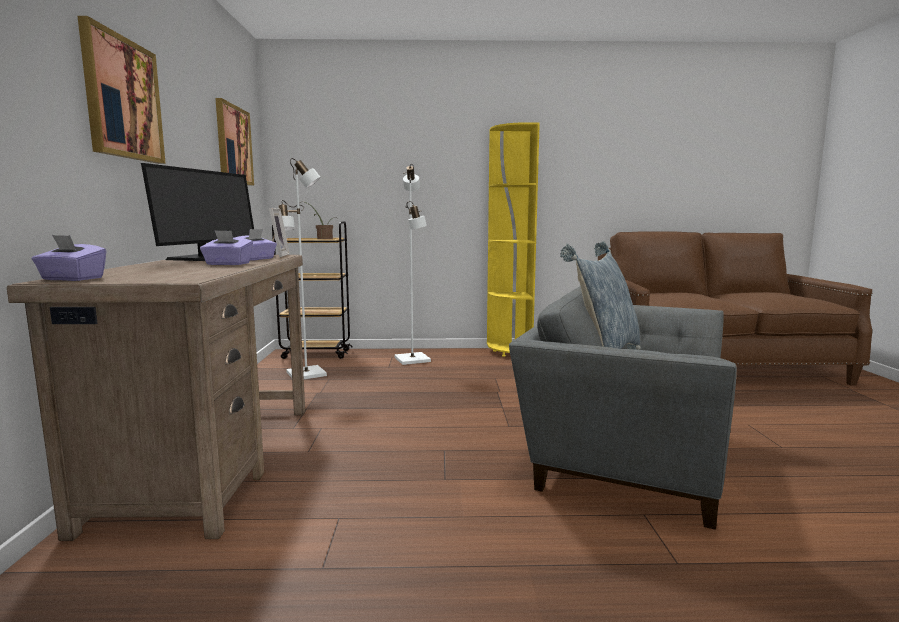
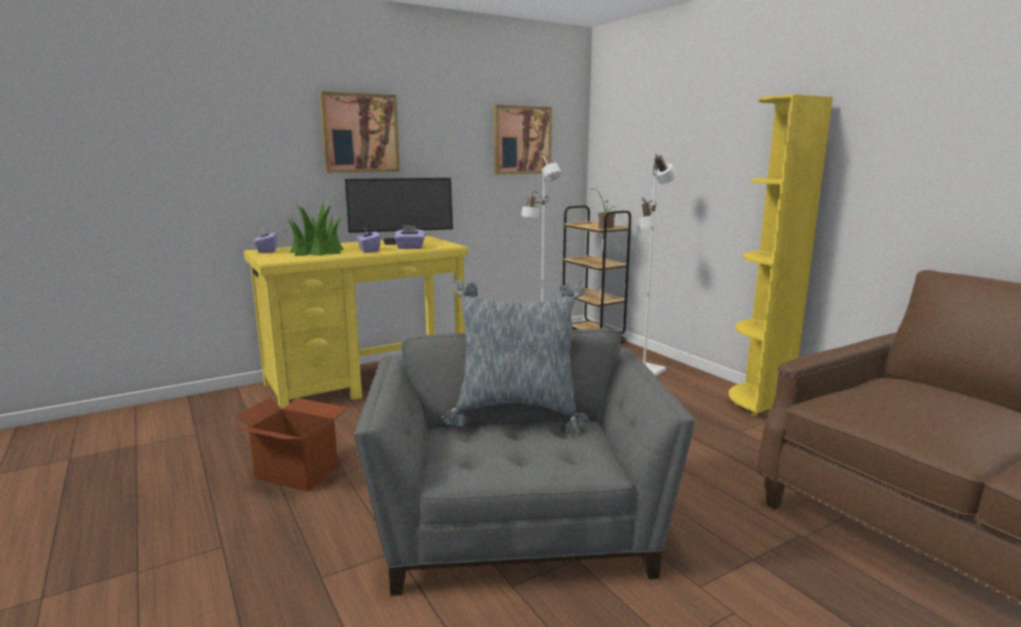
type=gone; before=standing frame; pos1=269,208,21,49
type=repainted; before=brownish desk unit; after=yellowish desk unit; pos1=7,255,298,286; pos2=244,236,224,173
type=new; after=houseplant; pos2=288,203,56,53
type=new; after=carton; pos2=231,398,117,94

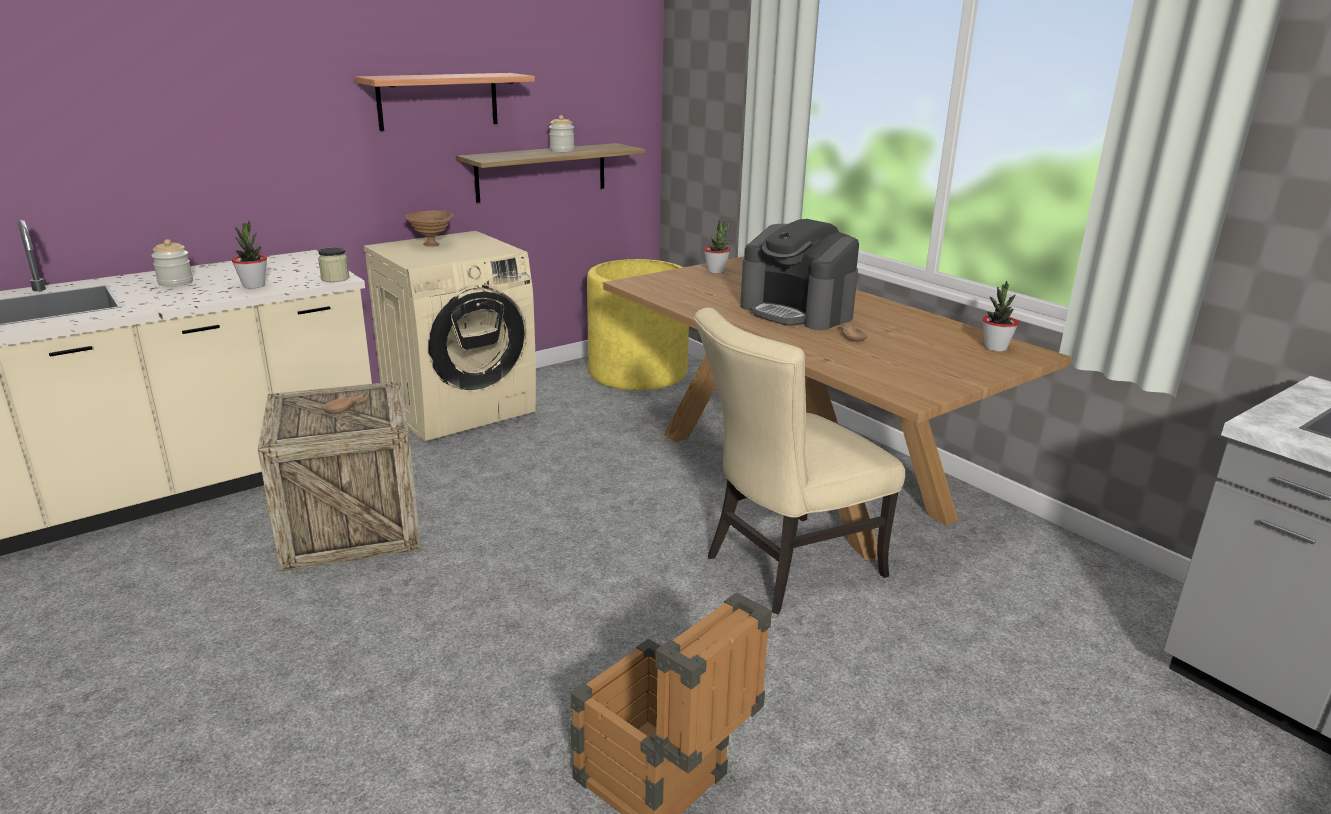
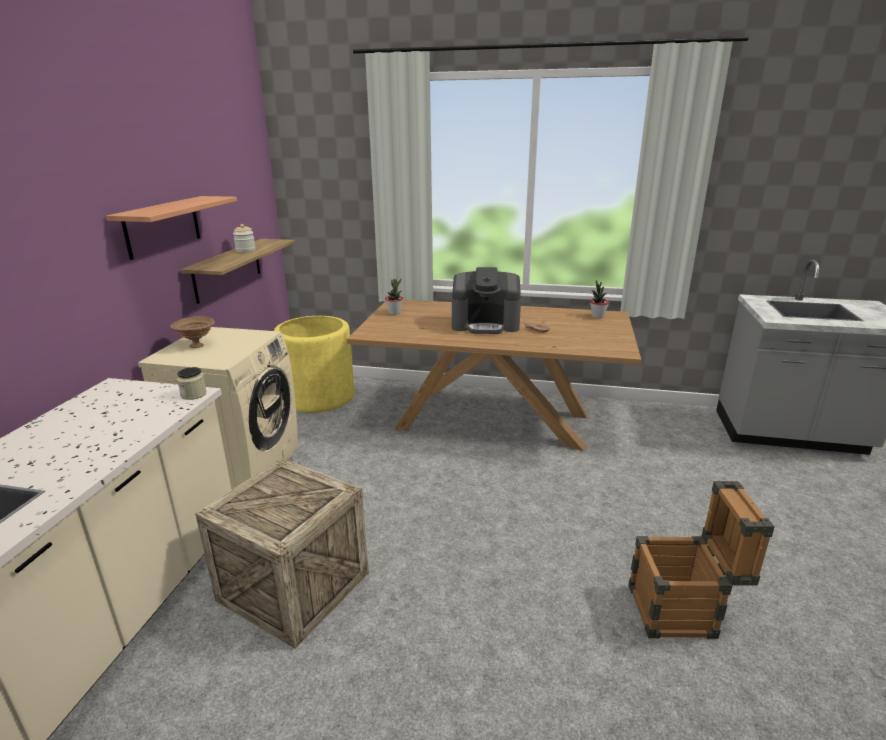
type=gone; before=houseplant; pos1=232,220,35,69
type=gone; before=storage jar; pos1=151,239,42,48
type=gone; before=sand-coloured upright chair; pos1=693,308,212,306
type=gone; before=brownish bowl; pos1=323,393,43,21

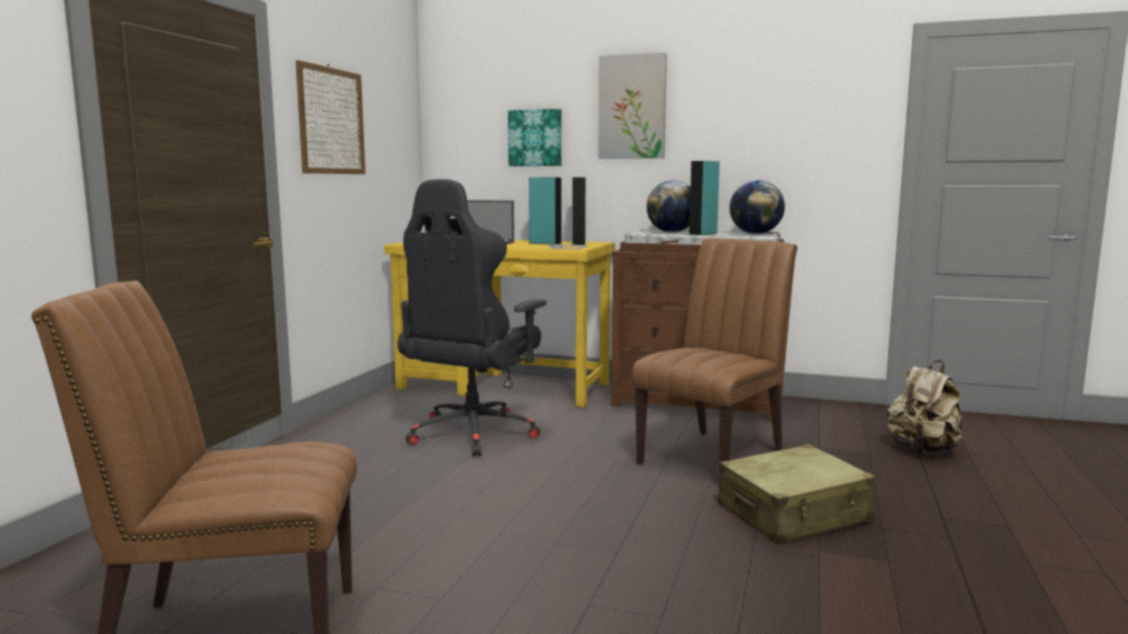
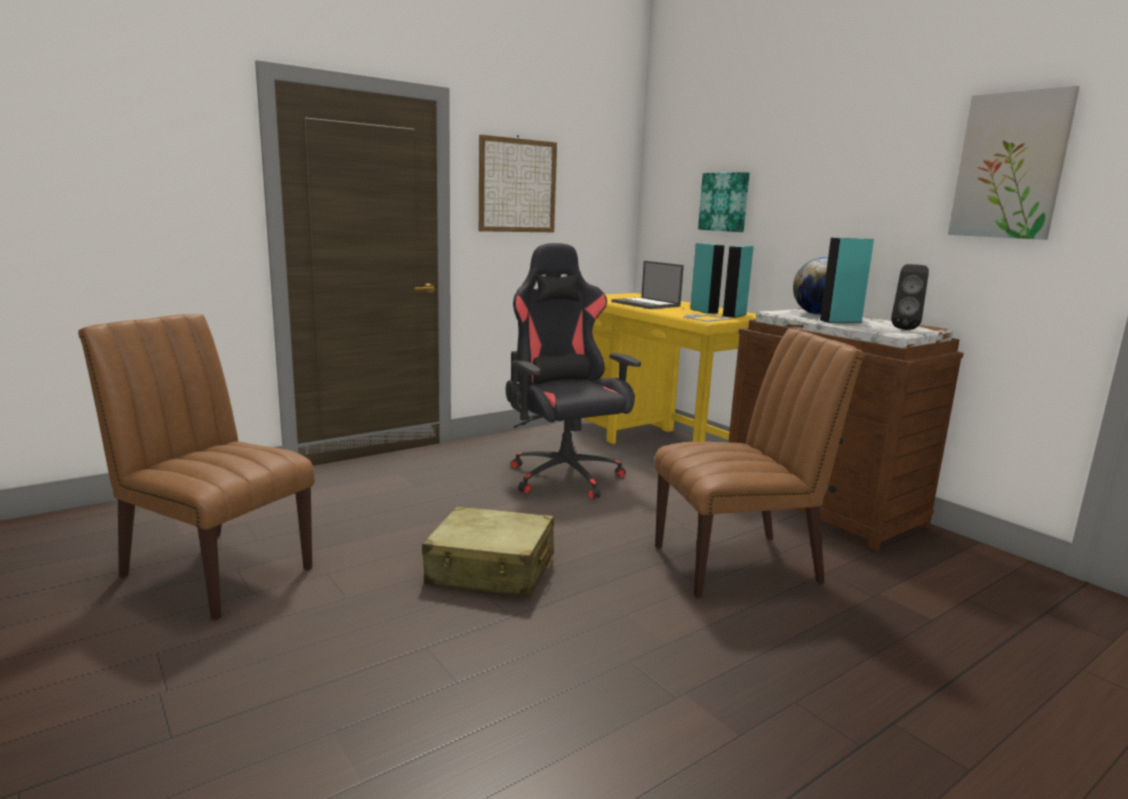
type=shifted; before=picture; pos1=598,52,69,107; pos2=948,86,132,154
type=rotated; before=black-coloured desk chair; pos1=398,179,149,278; pos2=506,243,135,256; turn=90
type=swapped; before=world globe; after=black-coloured speaker; pos1=730,180,55,54; pos2=891,264,38,66
type=gone; before=sand-coloured knapsack; pos1=887,360,75,94
type=shifted; before=sand-coloured piece of luggage; pos1=718,444,158,101; pos2=422,506,132,91

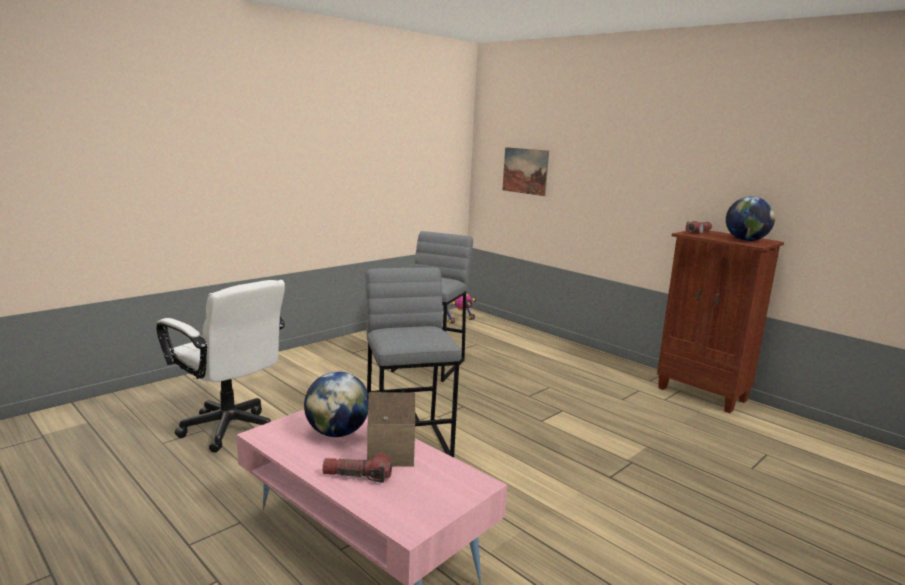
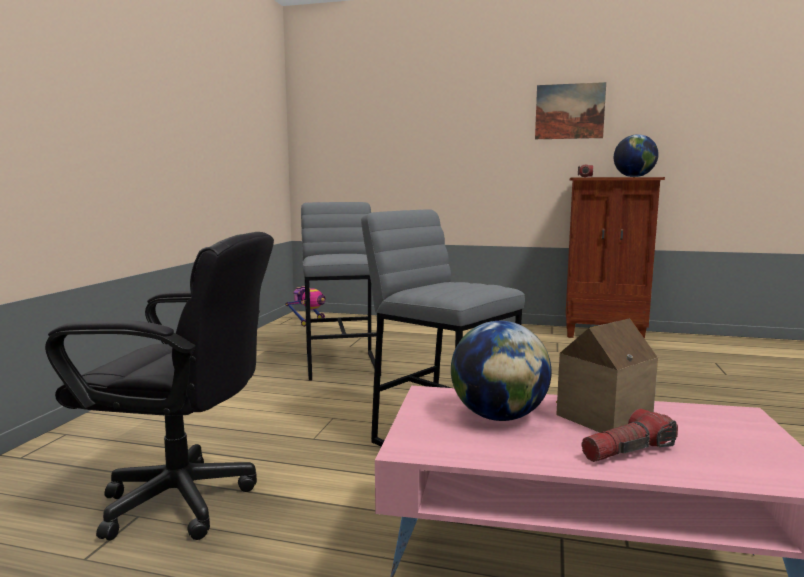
type=shifted; before=picture; pos1=502,147,47,49; pos2=535,82,71,57
type=repainted; before=white-coloured desk chair; after=black-coloured desk chair; pos1=156,280,129,173; pos2=45,232,229,309

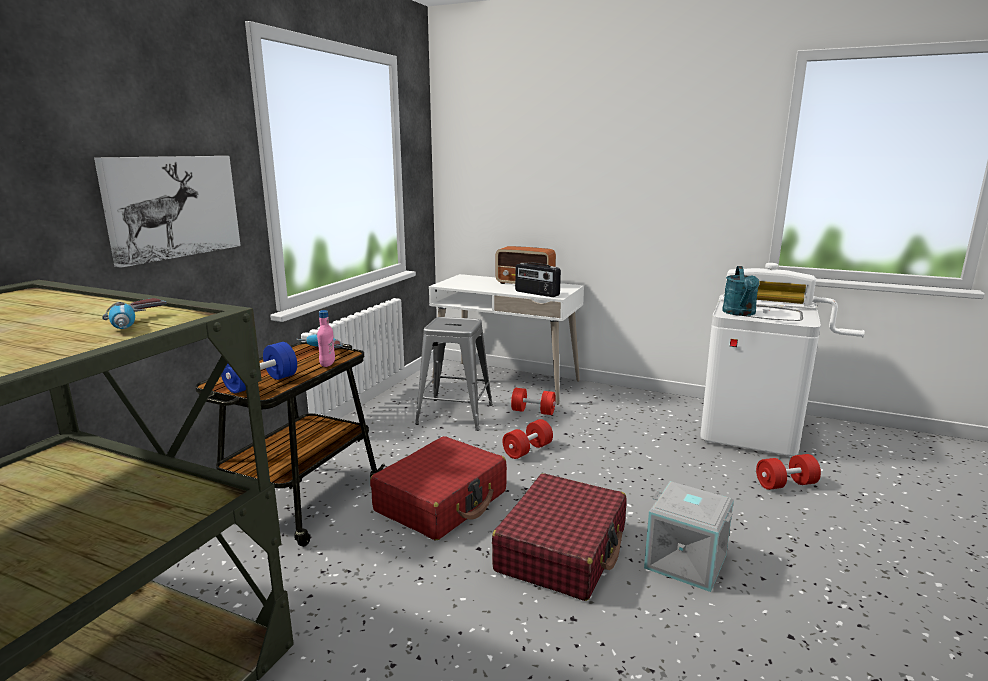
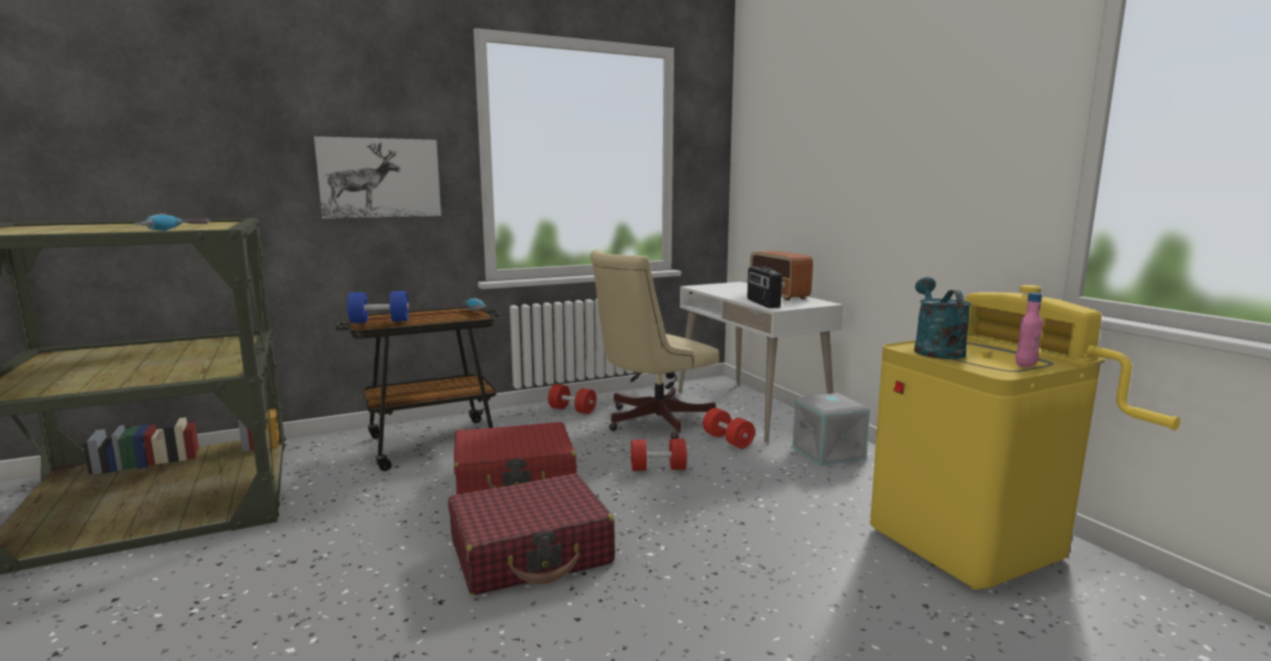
type=repainted; before=white-coloured washing machine; after=yellowish washing machine; pos1=700,263,165,195; pos2=870,285,310,305
type=rotated; before=turquoise sprinkling can; pos1=722,266,38,50; pos2=914,277,58,82; turn=135
type=shifted; before=pinkish beverage bottle; pos1=317,310,18,57; pos2=1015,293,28,75
type=swapped; before=greyish sitting stool; after=sand-coloured desk chair; pos1=415,317,78,114; pos2=590,250,129,189
type=shifted; before=red-coloured dumbbell; pos1=756,454,65,36; pos2=548,384,49,30
type=shifted; before=greyish storage bin; pos1=644,481,90,111; pos2=792,393,78,73

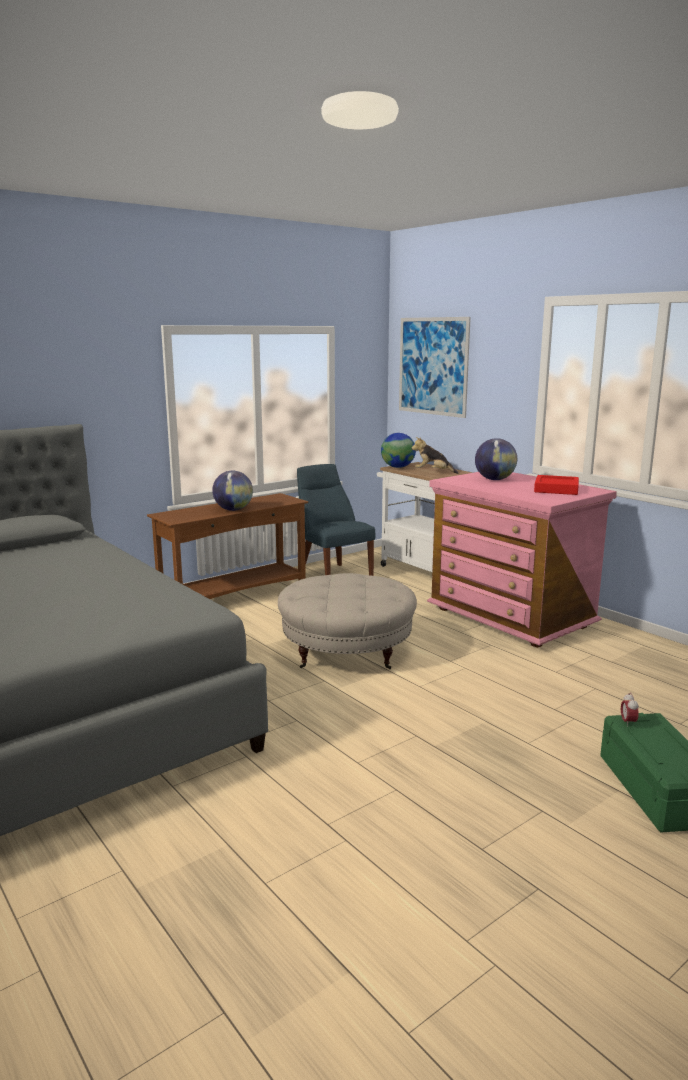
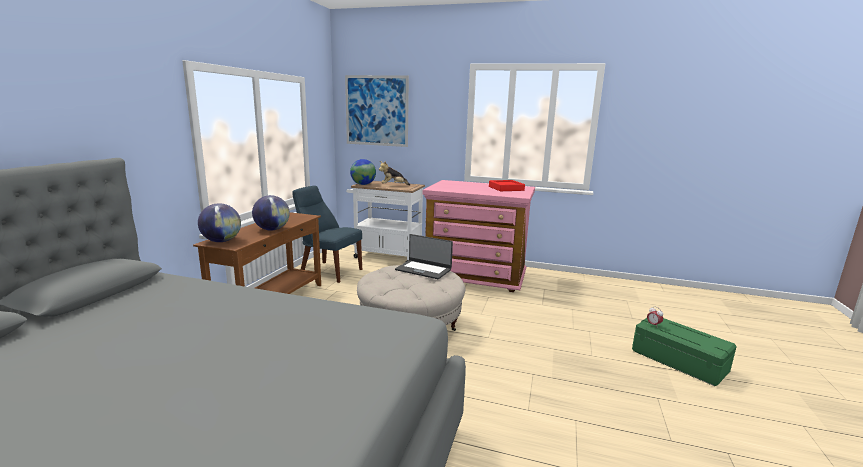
type=shifted; before=world globe; pos1=475,438,42,42; pos2=198,203,43,39
type=new; after=laptop; pos2=395,234,58,45

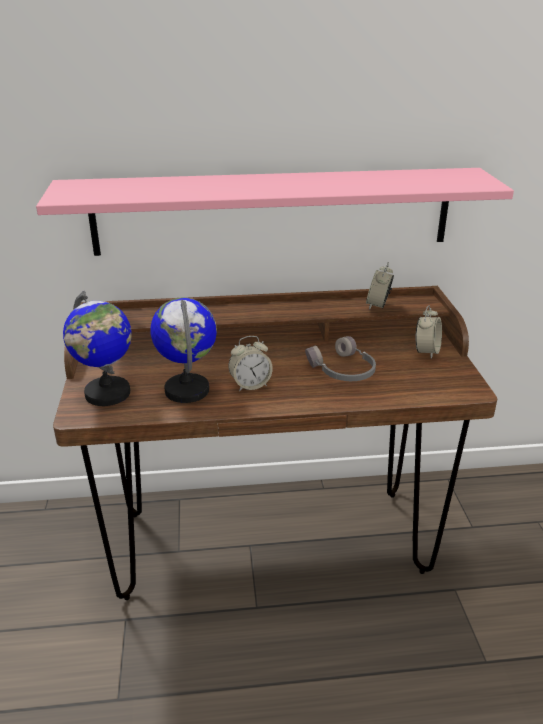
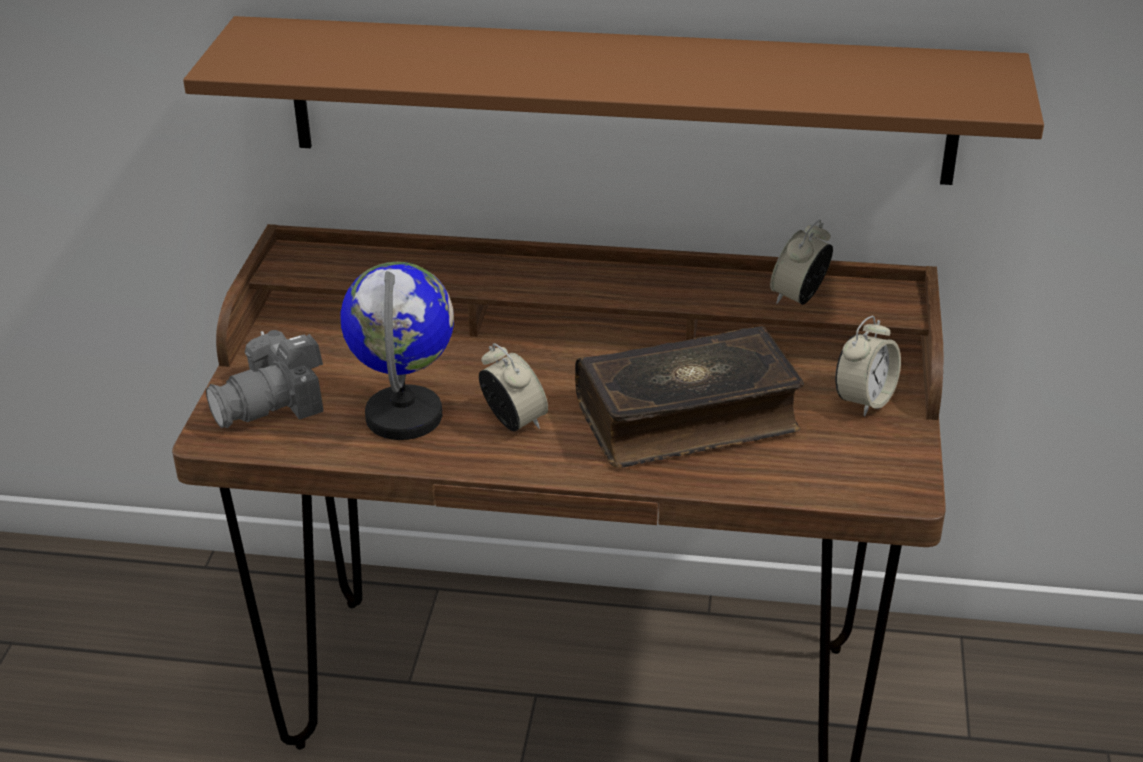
type=repainted; before=pinkish bracket shelf; after=brownish bracket shelf; pos1=36,168,478,88; pos2=183,16,861,169
type=swapped; before=world globe; after=photo camera; pos1=63,291,69,115; pos2=206,330,117,98
type=rotated; before=bedside clock; pos1=229,336,44,56; pos2=479,343,69,88; turn=-120
type=swapped; before=greyish headphones; after=book; pos1=305,336,71,45; pos2=575,326,229,142

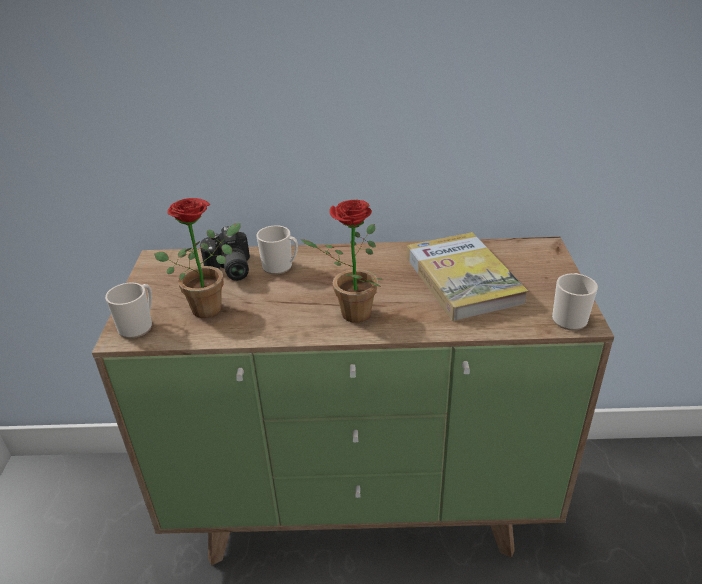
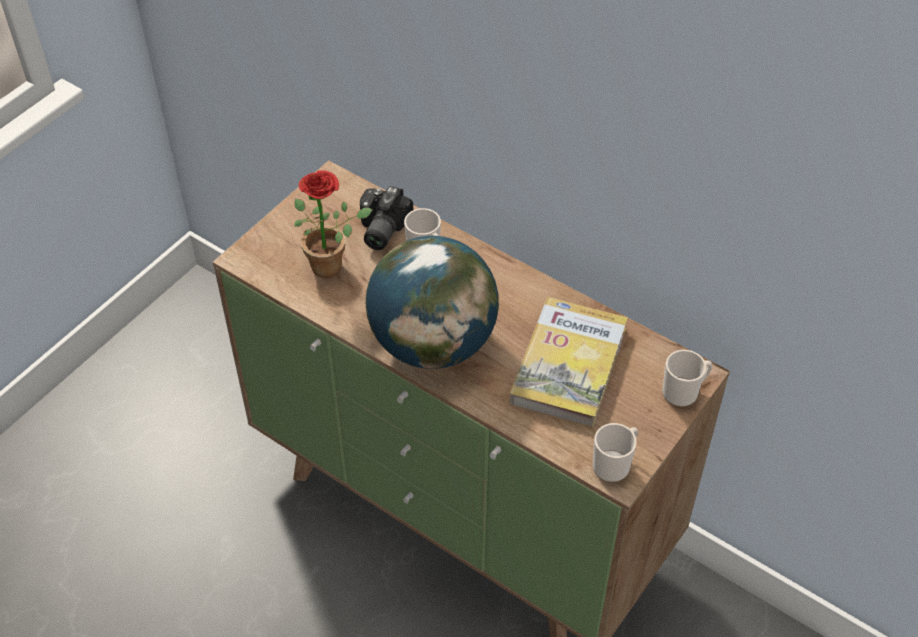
type=swapped; before=houseplant; after=world globe; pos1=300,200,81,123; pos2=366,236,133,133
type=shifted; before=mug; pos1=105,283,47,55; pos2=662,350,50,57

